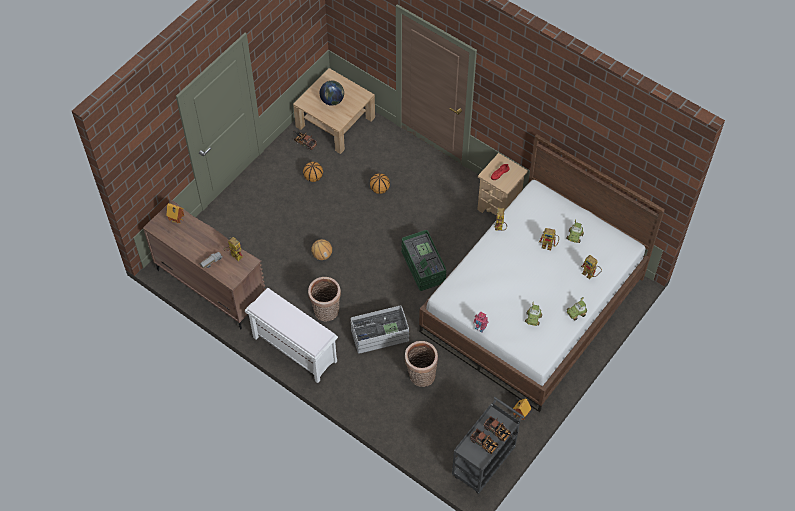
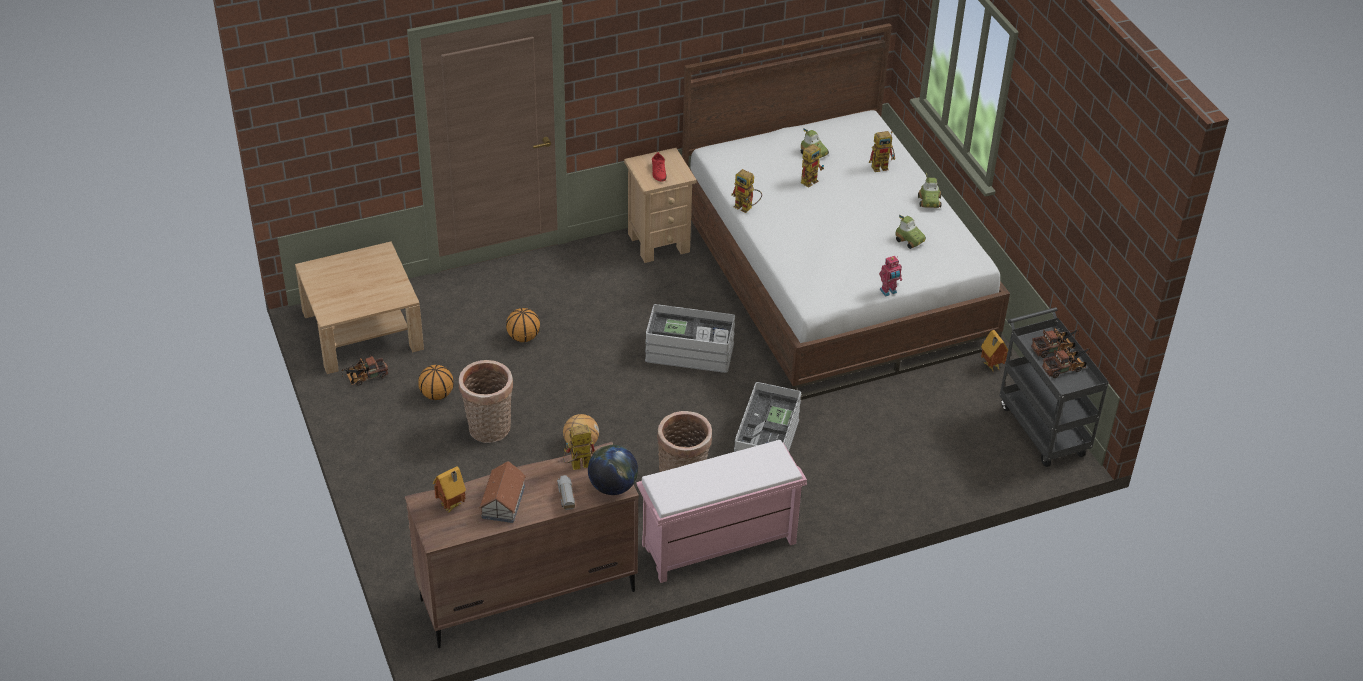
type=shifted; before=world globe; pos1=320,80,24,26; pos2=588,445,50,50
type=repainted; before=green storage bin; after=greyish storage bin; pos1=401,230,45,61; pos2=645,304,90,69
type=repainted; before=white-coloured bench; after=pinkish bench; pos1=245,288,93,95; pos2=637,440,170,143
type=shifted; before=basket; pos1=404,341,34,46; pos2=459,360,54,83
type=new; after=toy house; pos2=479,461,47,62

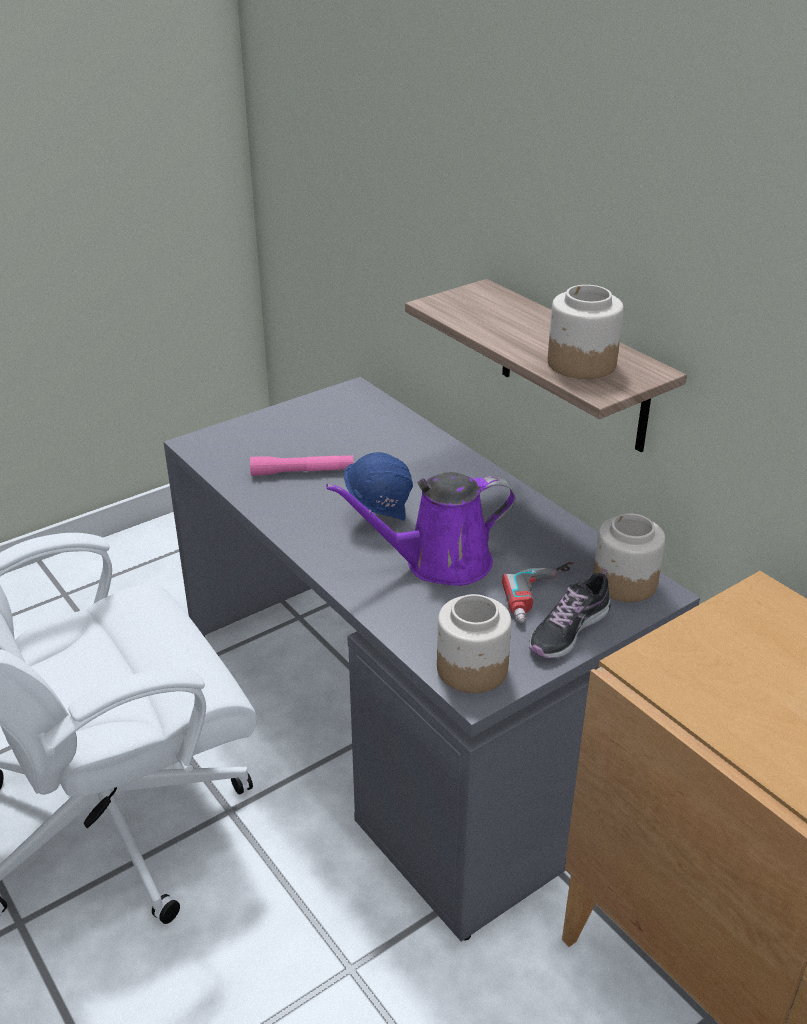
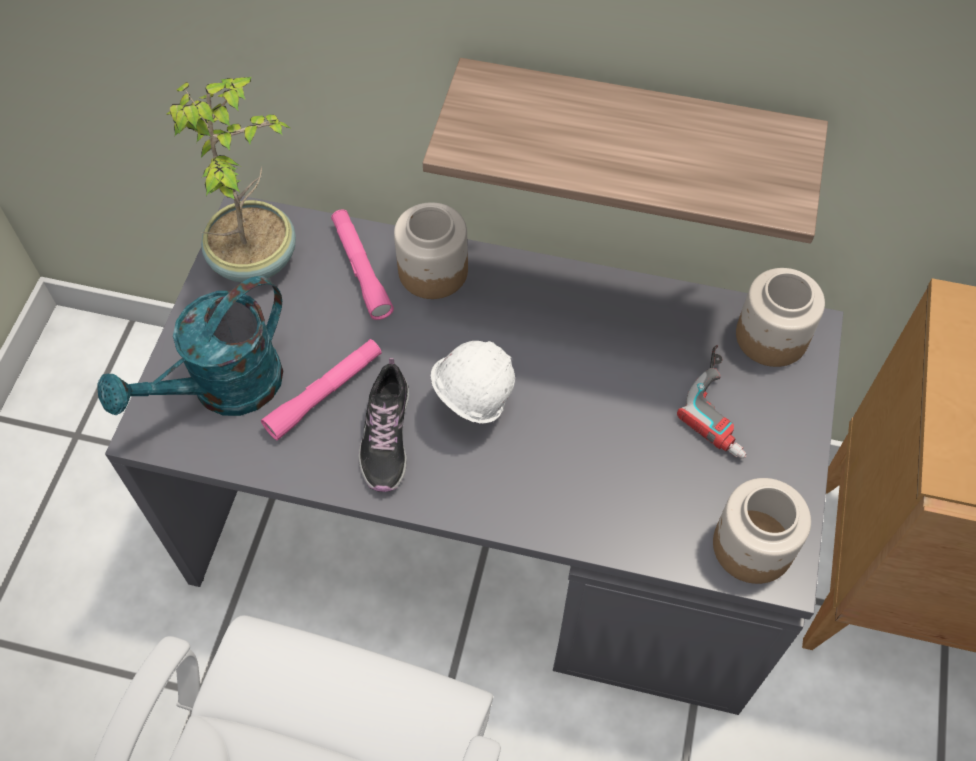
type=shifted; before=storage jar; pos1=548,285,76,94; pos2=394,202,74,97
type=repainted; before=blue-coloured hard hat; after=white-coloured hard hat; pos1=344,452,69,69; pos2=431,341,84,83
type=gone; before=purplish sprinkling can; pos1=326,472,190,114
type=shifted; before=item of footwear; pos1=529,568,82,90; pos2=358,358,51,134
type=new; after=houseplant; pos2=166,77,130,206
type=new; after=pinkish hand torch; pos2=331,209,63,111
type=new; after=turquoise sprinkling can; pos2=98,276,185,140

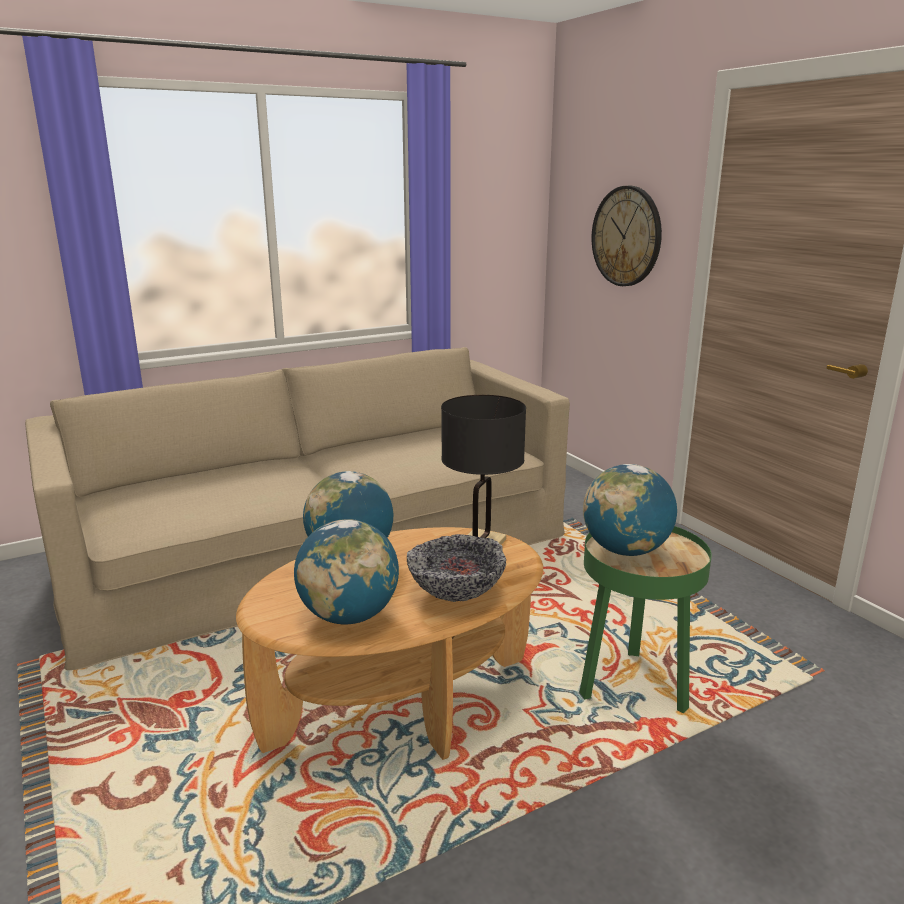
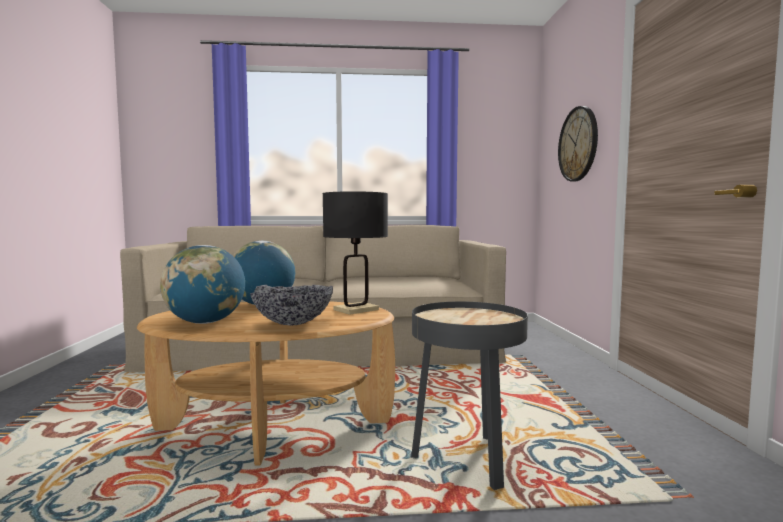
type=gone; before=world globe; pos1=583,464,94,92
type=repainted; before=green accent table; after=black-coloured accent table; pos1=579,526,133,187; pos2=411,301,117,189

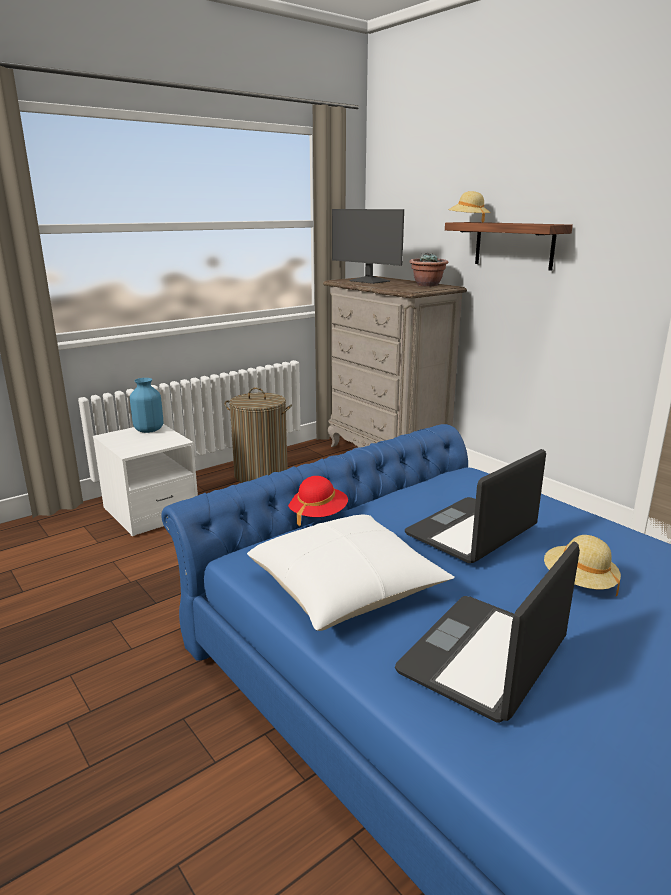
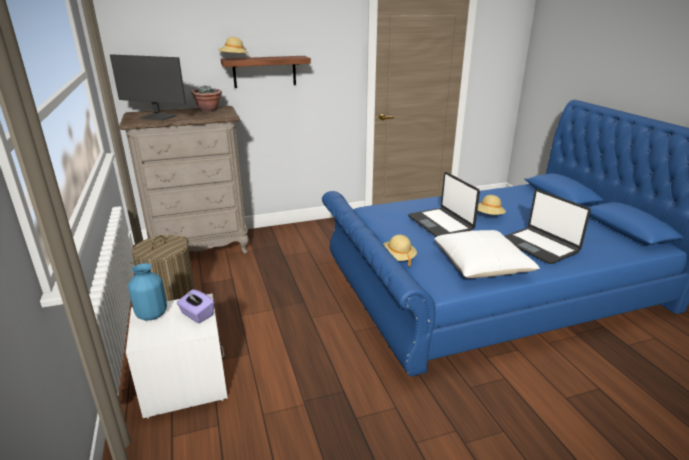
type=rotated; before=monitor; pos1=332,209,72,75; pos2=110,54,76,66; turn=45
type=repainted; before=red-coloured wearable hat; after=sand-coloured wearable hat; pos1=288,476,60,51; pos2=383,235,34,32
type=new; after=purplish box of tissues; pos2=176,289,38,34

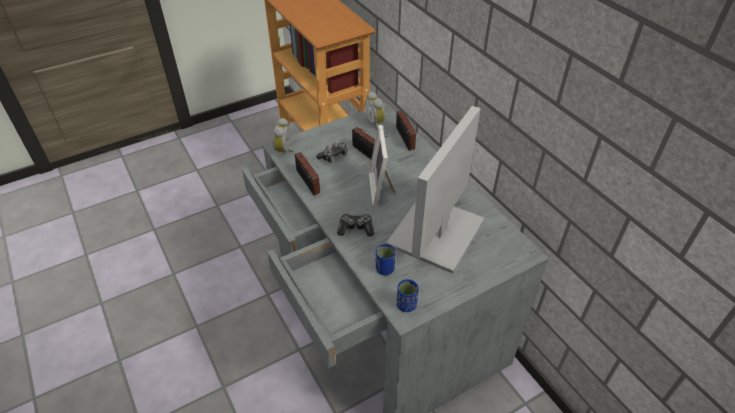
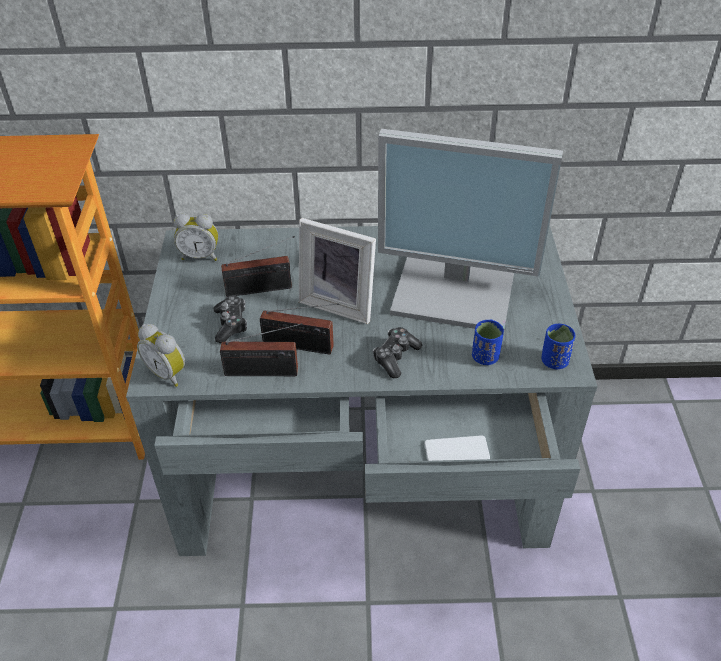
type=rotated; before=monitor; pos1=386,106,98,168; pos2=378,129,185,200; turn=-45
type=shifted; before=radio set; pos1=396,110,22,40; pos2=260,303,79,51
type=new; after=phone; pos2=425,435,65,26

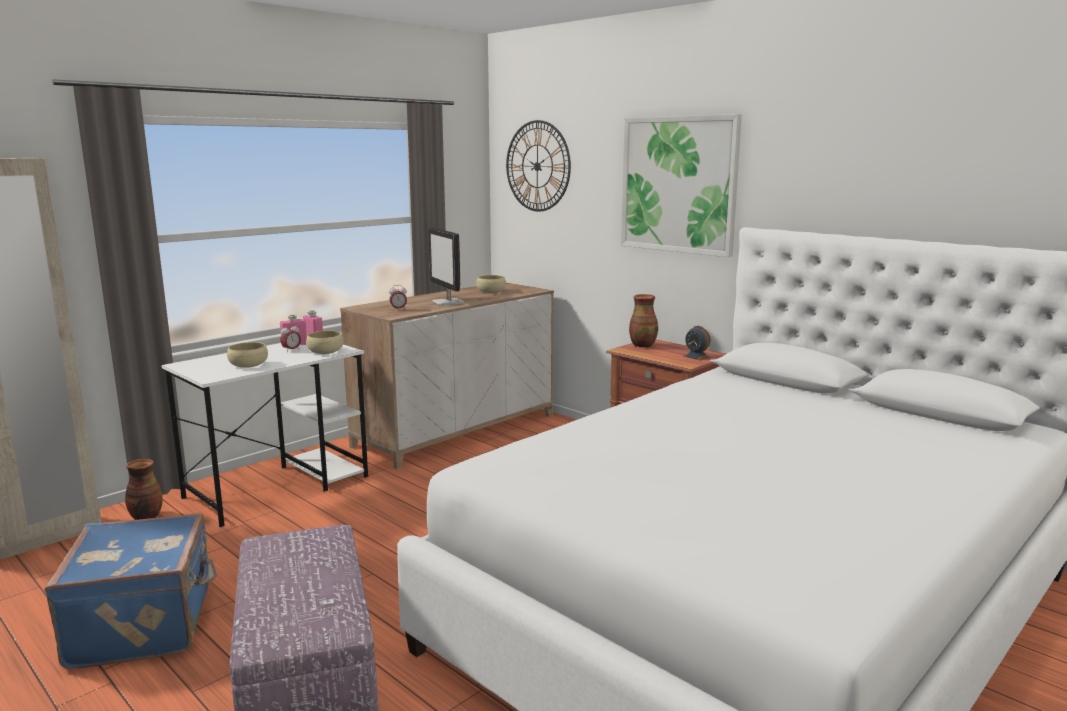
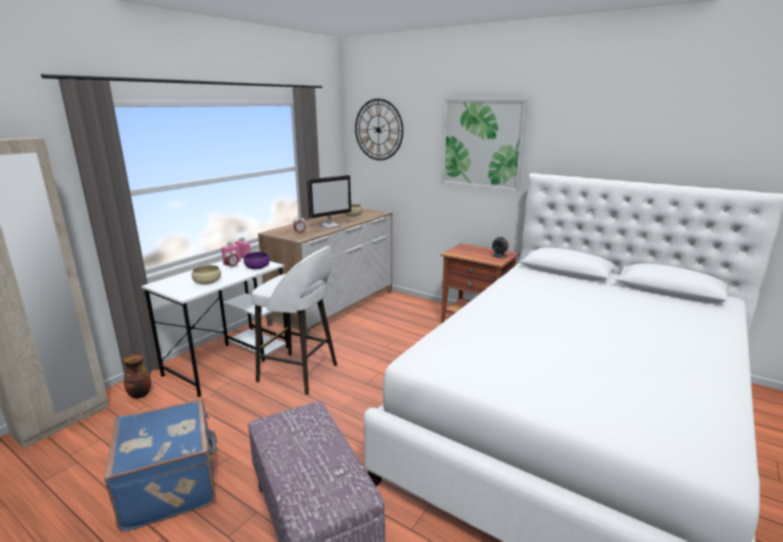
type=rotated; before=monitor; pos1=429,227,35,79; pos2=307,175,44,54; turn=-90
type=gone; before=vase; pos1=629,294,29,54
type=repainted; before=sand-coloured bowl; after=purplish bowl; pos1=306,331,38,23; pos2=244,252,26,17
type=new; after=white-coloured sitting stool; pos2=252,246,85,149

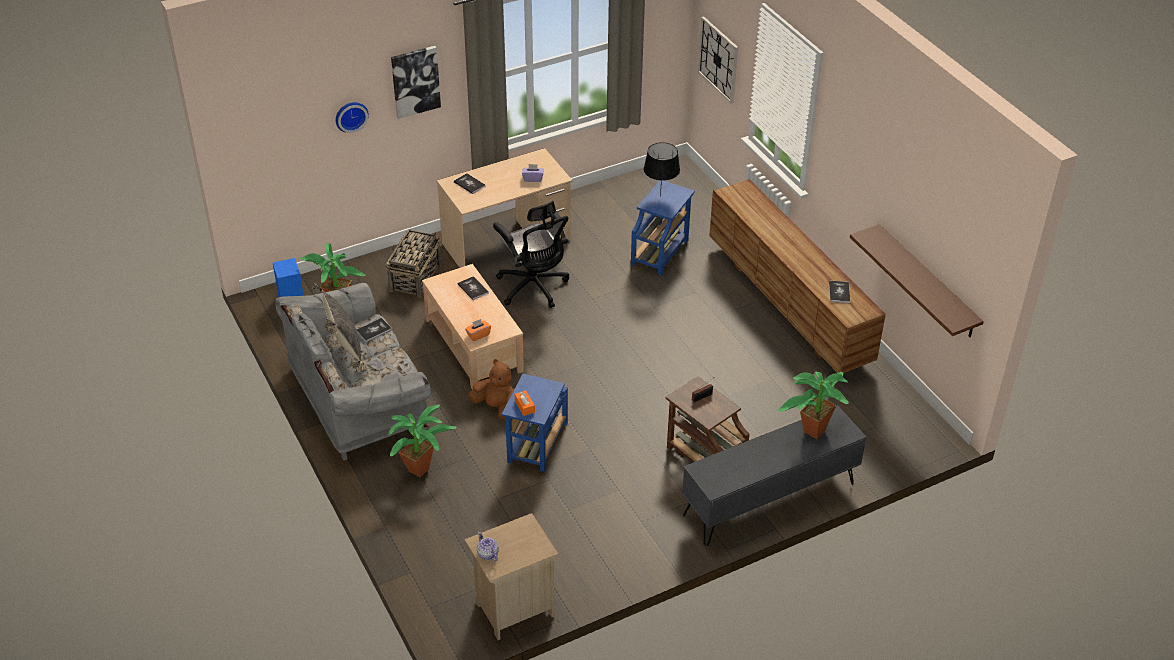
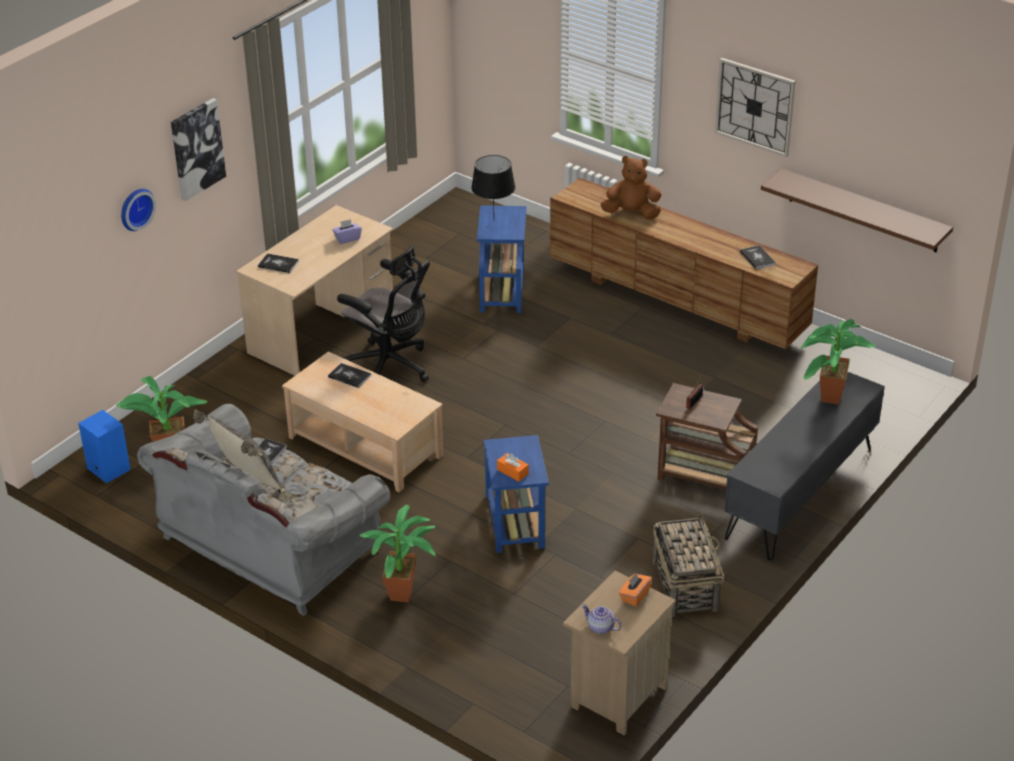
type=shifted; before=hanging clock; pos1=698,17,40,86; pos2=715,58,81,99
type=shifted; before=basket; pos1=385,229,56,69; pos2=653,513,72,104
type=shifted; before=orange-coloured box of tissues; pos1=465,319,26,22; pos2=619,572,33,35
type=shifted; before=brownish soft toy; pos1=468,359,46,61; pos2=600,156,62,63

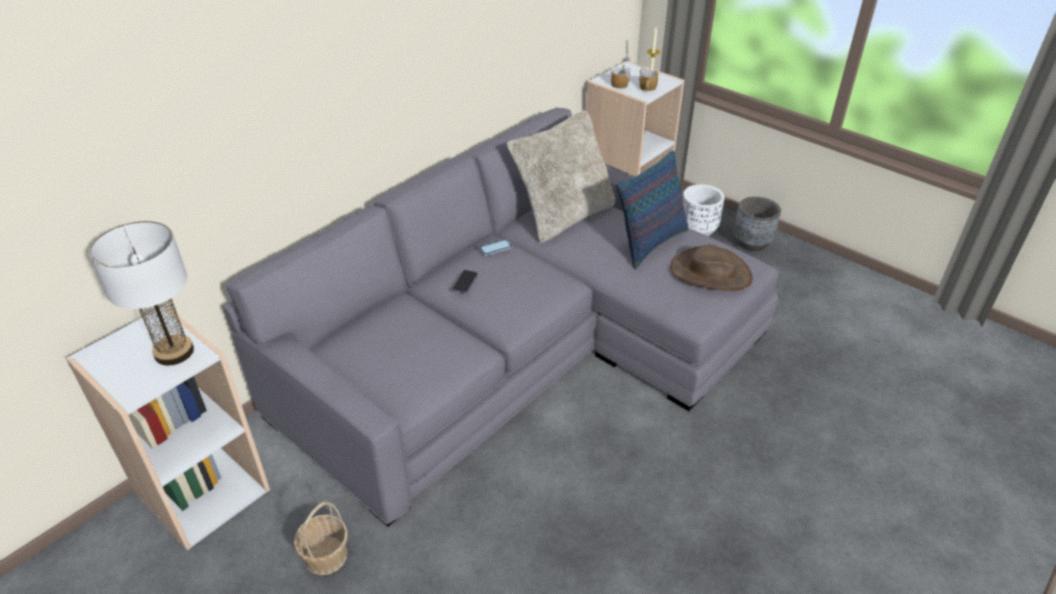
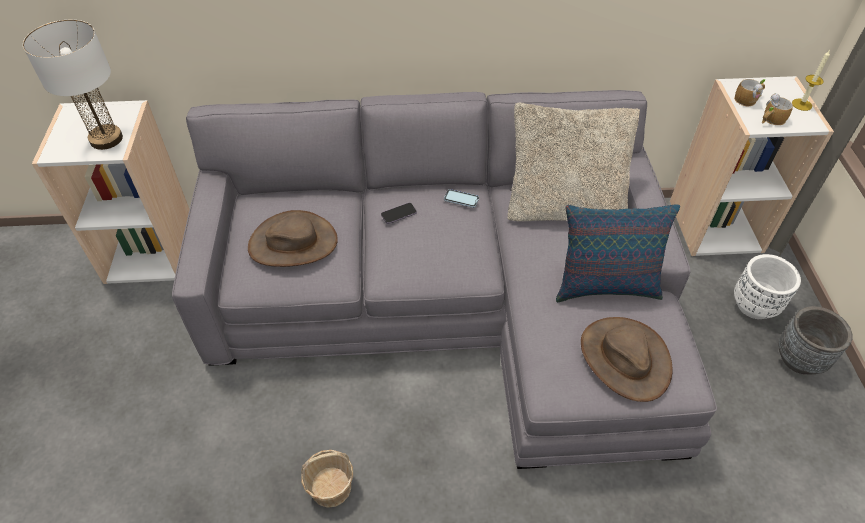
type=shifted; before=basket; pos1=294,501,54,74; pos2=301,450,52,58
type=new; after=brownish wearable hat; pos2=248,210,90,57

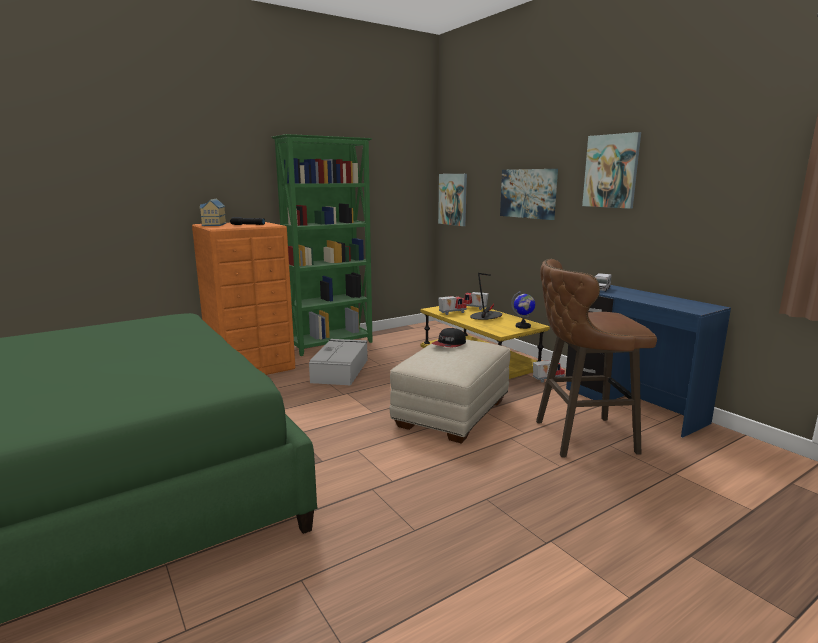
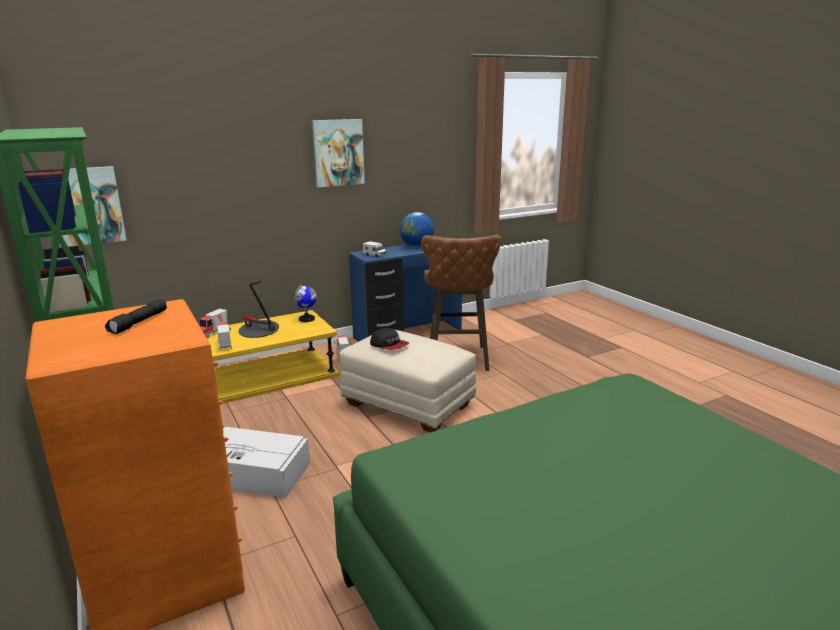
type=gone; before=picture; pos1=500,169,58,51
type=gone; before=toy house; pos1=200,199,26,27
type=new; after=world globe; pos2=400,212,34,35

